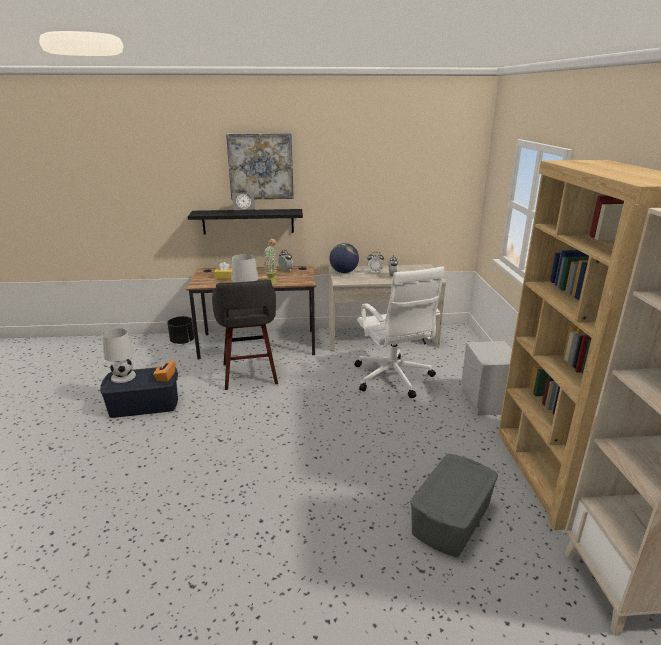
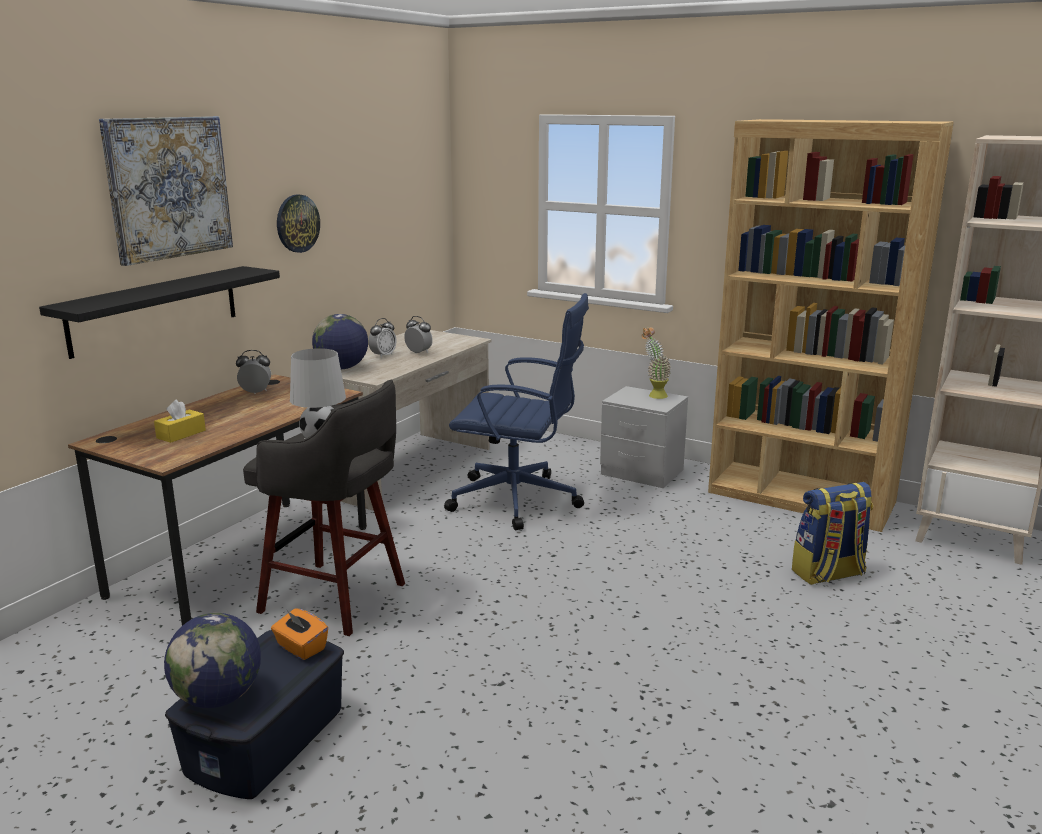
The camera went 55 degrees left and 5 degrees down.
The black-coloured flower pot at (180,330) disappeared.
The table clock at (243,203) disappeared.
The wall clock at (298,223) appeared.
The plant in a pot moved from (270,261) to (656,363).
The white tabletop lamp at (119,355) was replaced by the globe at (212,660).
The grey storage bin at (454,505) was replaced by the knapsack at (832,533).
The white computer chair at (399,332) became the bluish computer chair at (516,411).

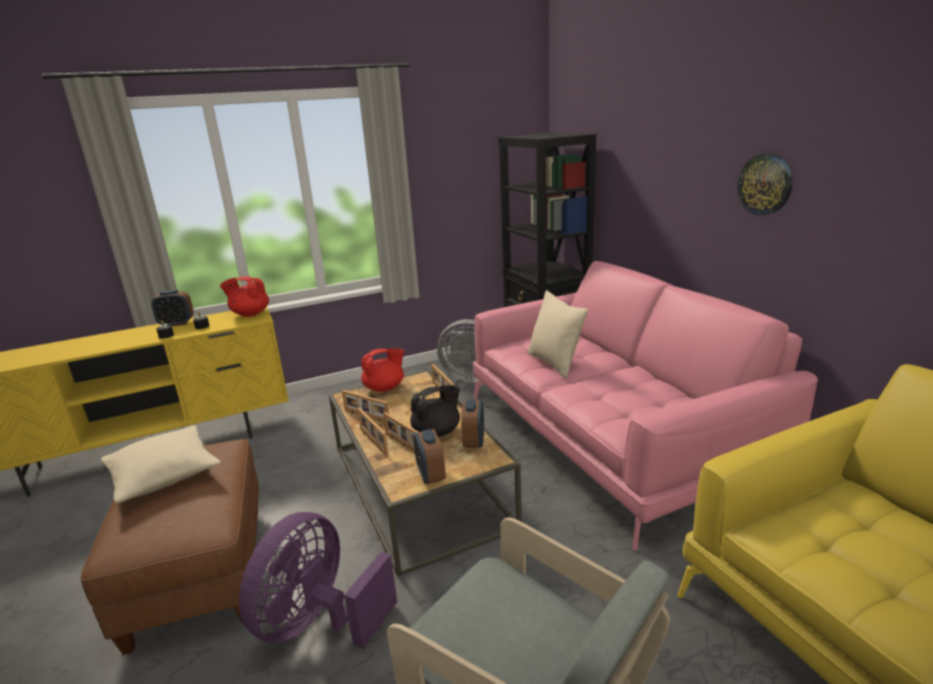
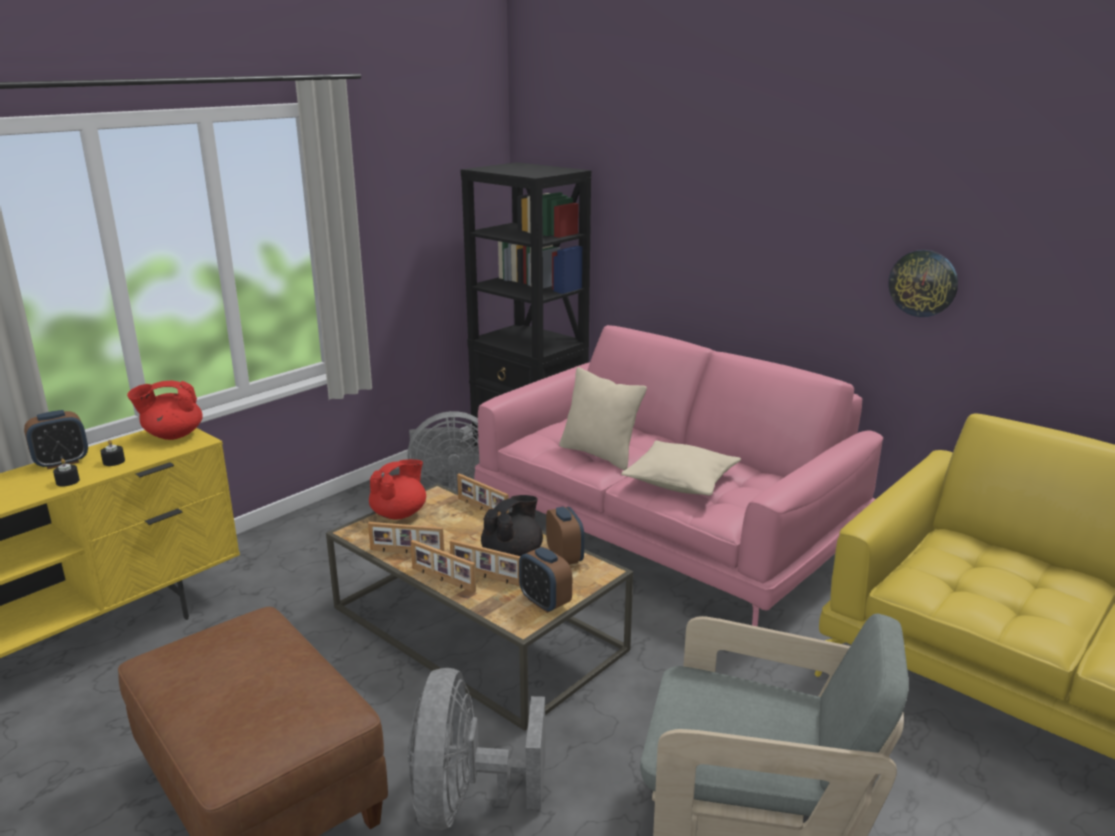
The camera went 25 degrees left and 0 degrees up.
The sand-coloured pillow moved from (161,464) to (681,468).
The wall clock moved from (764,184) to (923,283).
The purplish cooling fan at (318,580) became the grey cooling fan at (476,749).

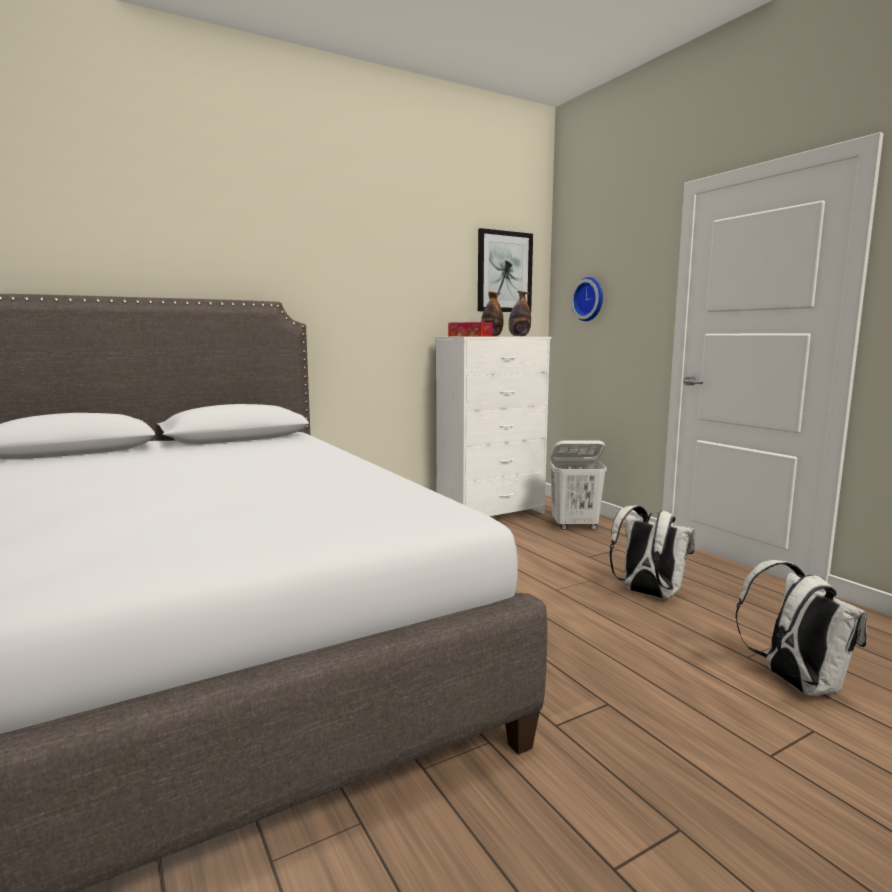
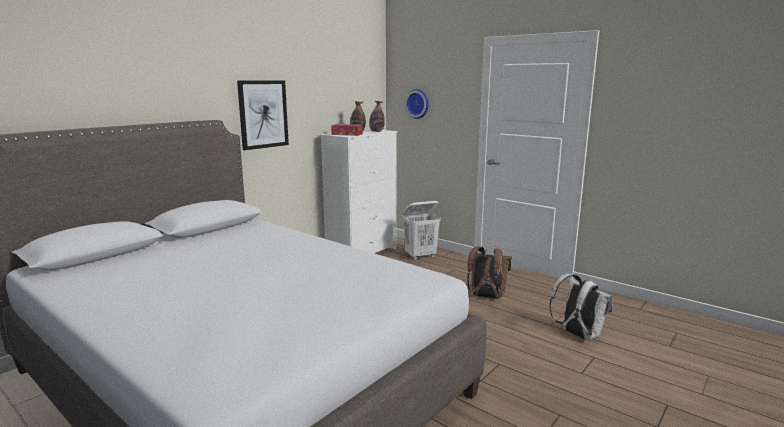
The camera went 20 degrees left and 5 degrees up.
The wall picture moved from (505,270) to (263,115).
The white knapsack at (652,552) became the brown knapsack at (489,272).

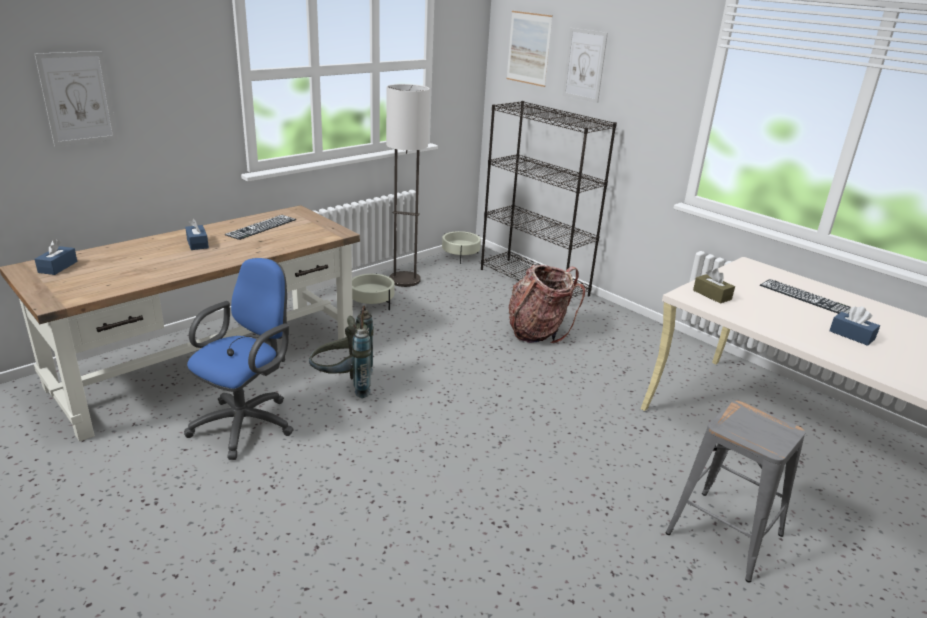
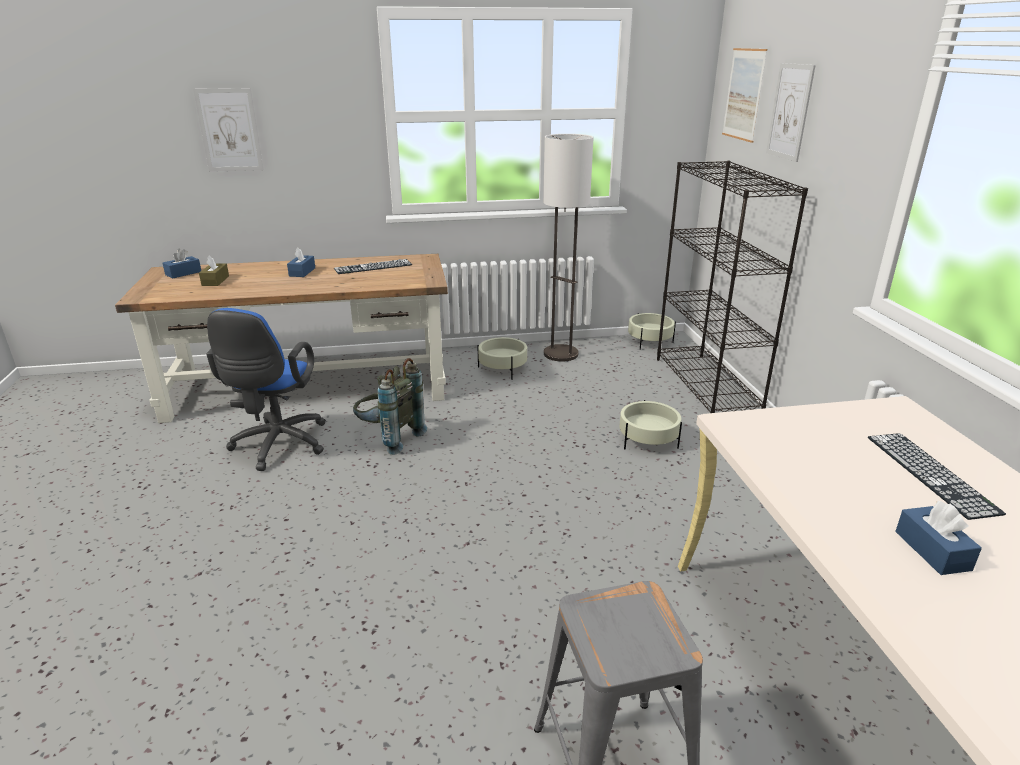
The camera went 35 degrees right and 0 degrees up.
The brown tissue holder moved from (714,286) to (214,270).
The knapsack at (547,304) was replaced by the sand-coloured flower pot at (651,425).
The bluish computer chair at (239,359) turned 120 degrees clockwise.

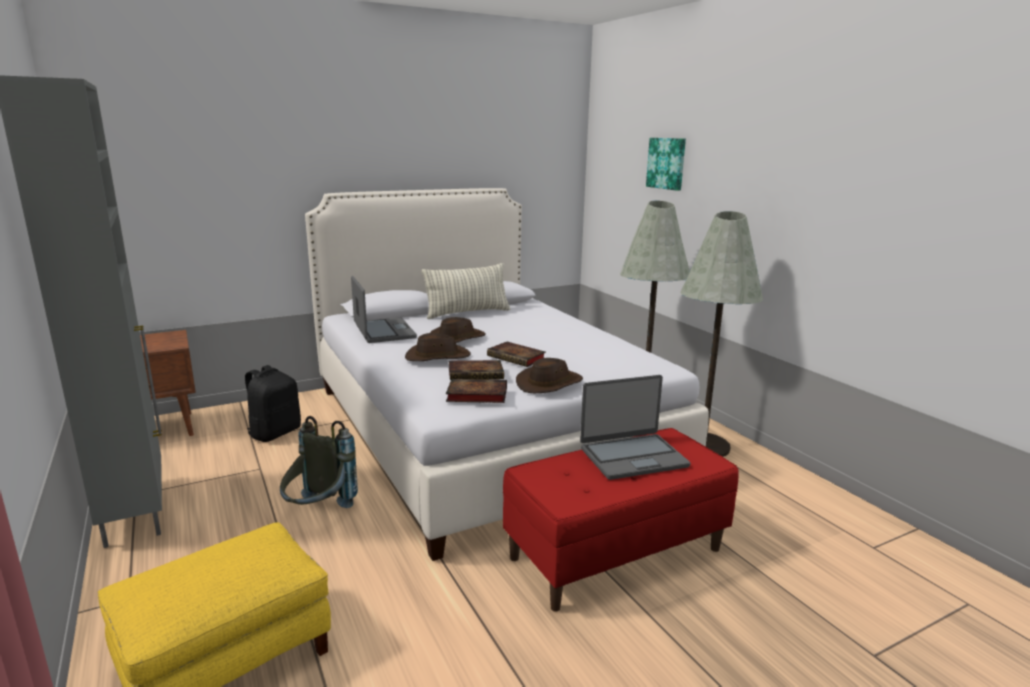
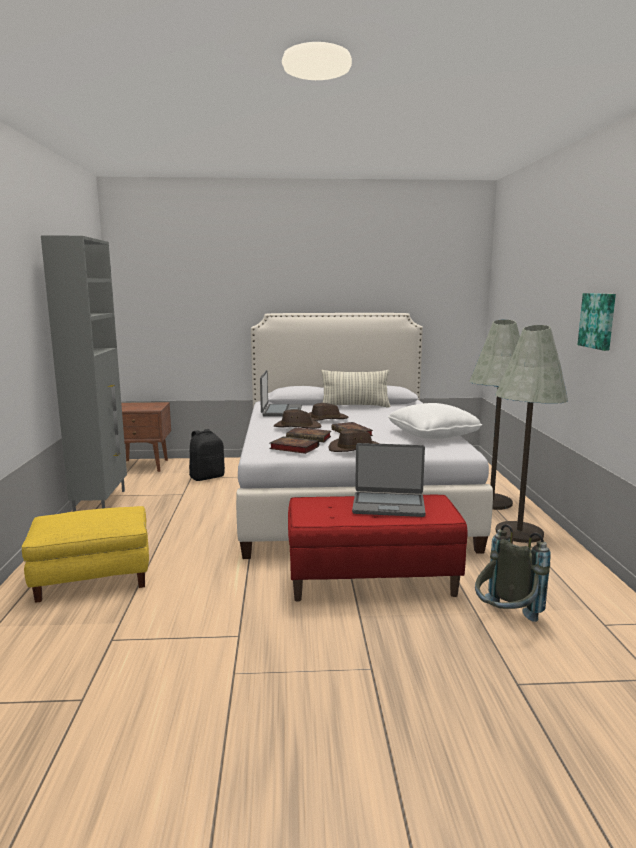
The camera went 25 degrees right and 5 degrees down.
The white pillow at (435,421) appeared.
The grey knapsack moved from (319,462) to (513,573).
The wall picture moved from (666,164) to (597,322).

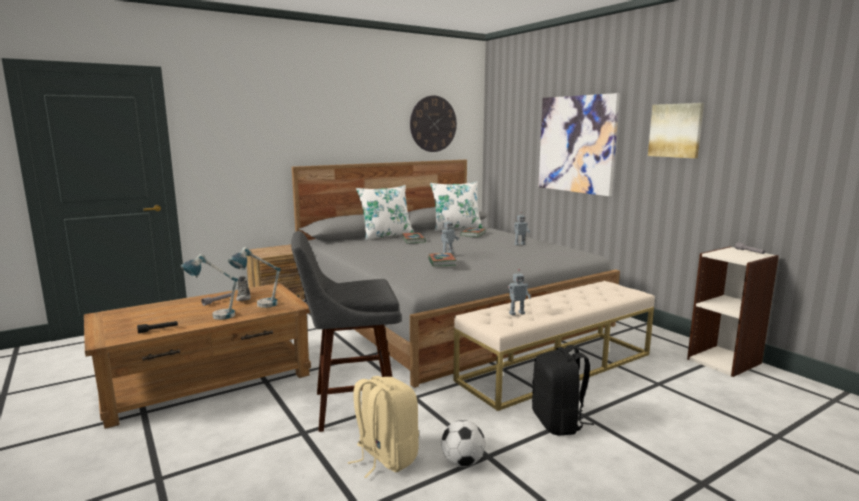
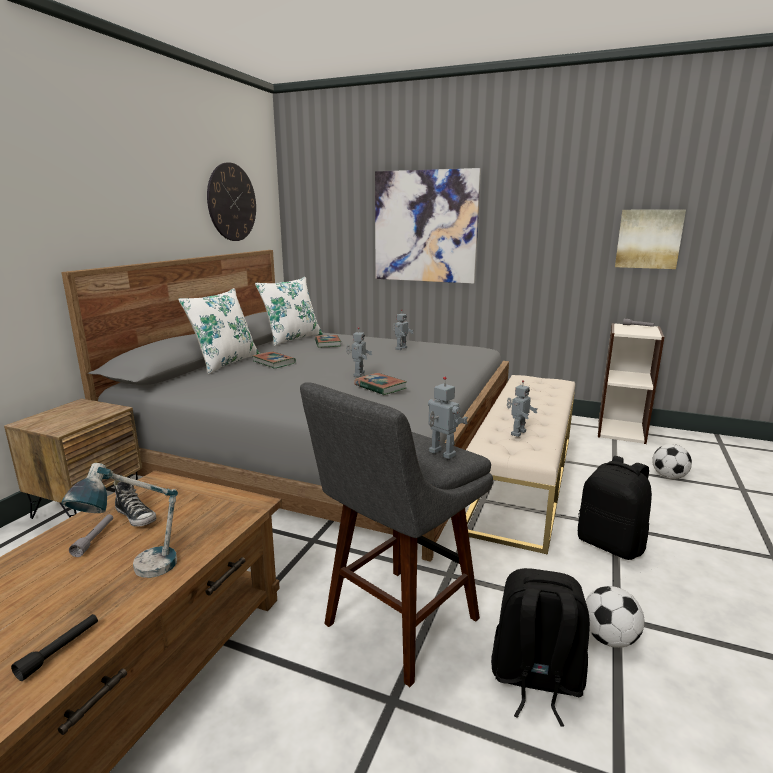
The camera went 35 degrees left and 5 degrees up.
The tabletop lamp at (254,277) disappeared.
The toy robot at (448,418) appeared.
The ball for football at (672,461) appeared.
The wall picture moved from (676,130) to (650,239).
The sand-coloured knapsack at (383,427) became the black-coloured knapsack at (540,647).

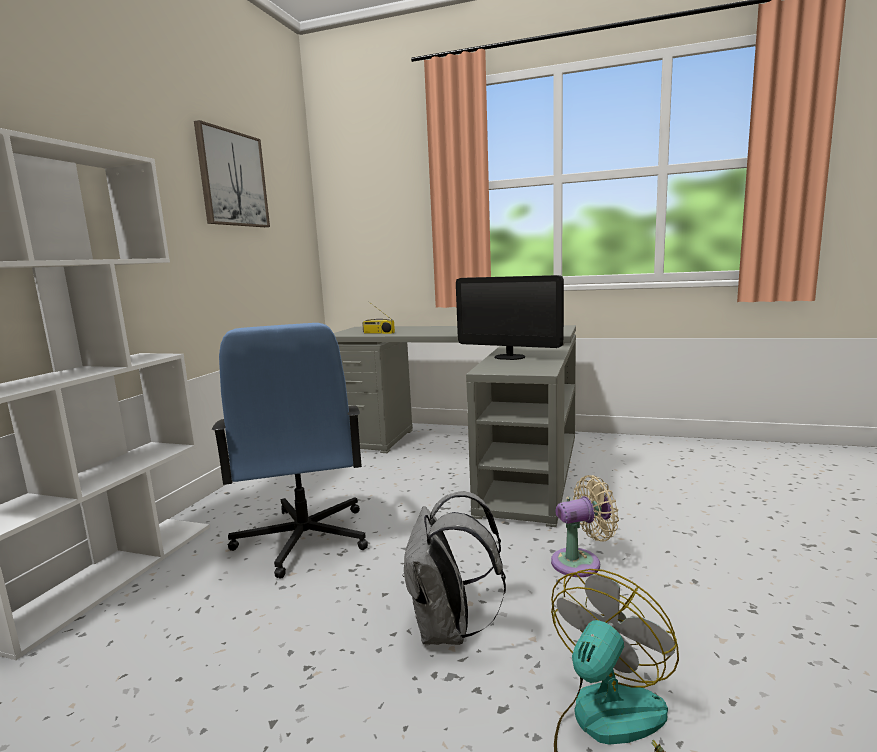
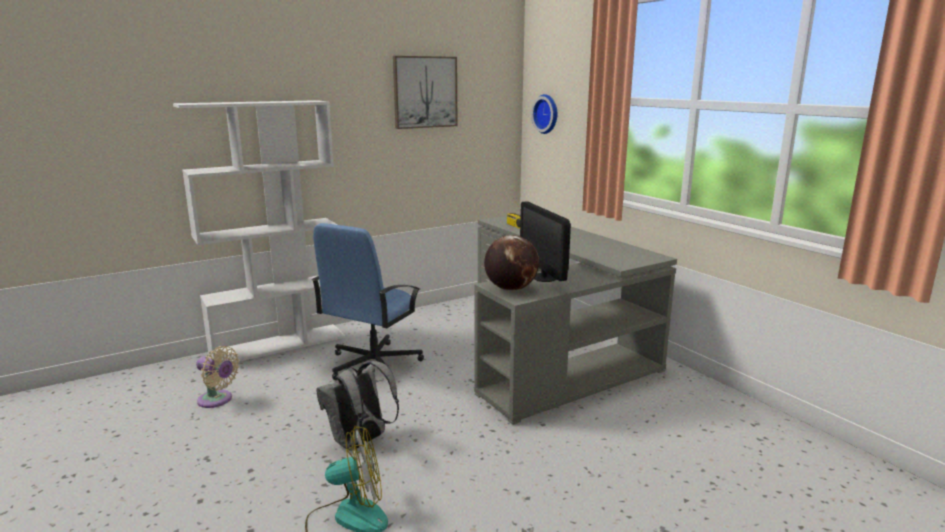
The camera went 40 degrees right and 5 degrees up.
The globe at (511,263) appeared.
The wall clock at (544,114) appeared.
The sand-coloured cooling fan moved from (585,526) to (218,377).

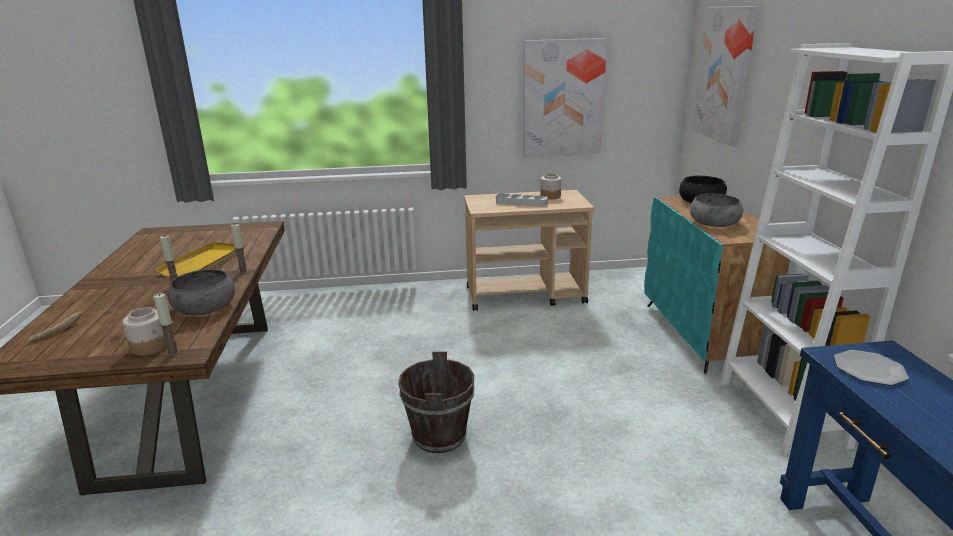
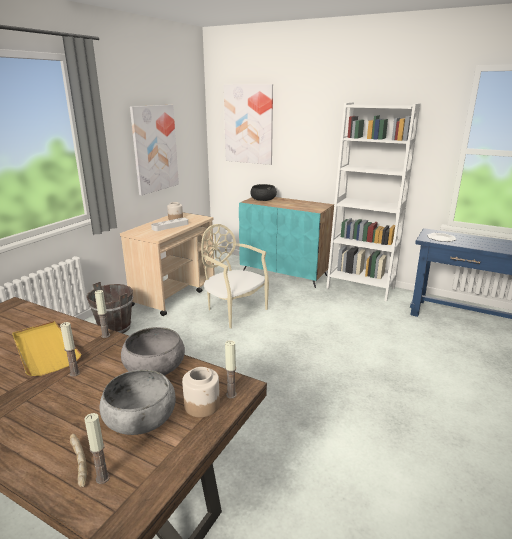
The camera went 55 degrees left and 0 degrees up.
The candle at (97,448) appeared.
The sand-coloured upright chair at (235,276) appeared.
The brown bucket moved from (436,402) to (109,307).
The grey deep dish moved from (717,210) to (138,402).

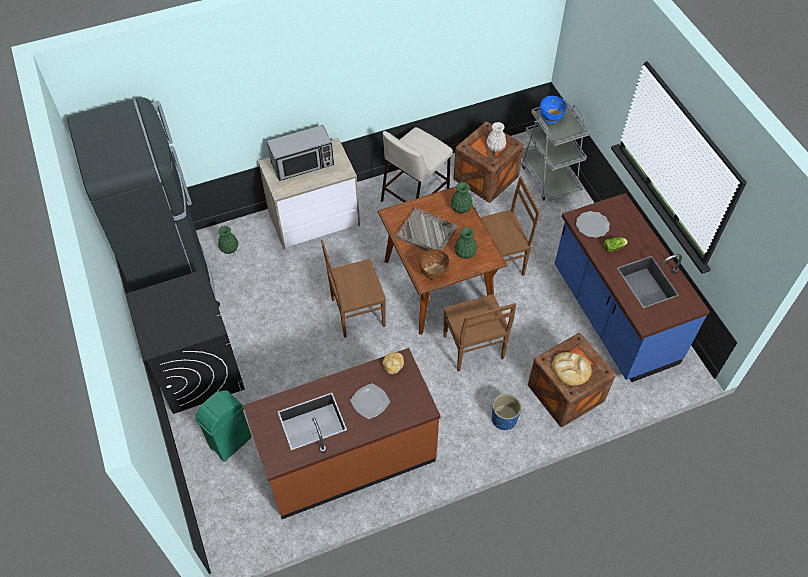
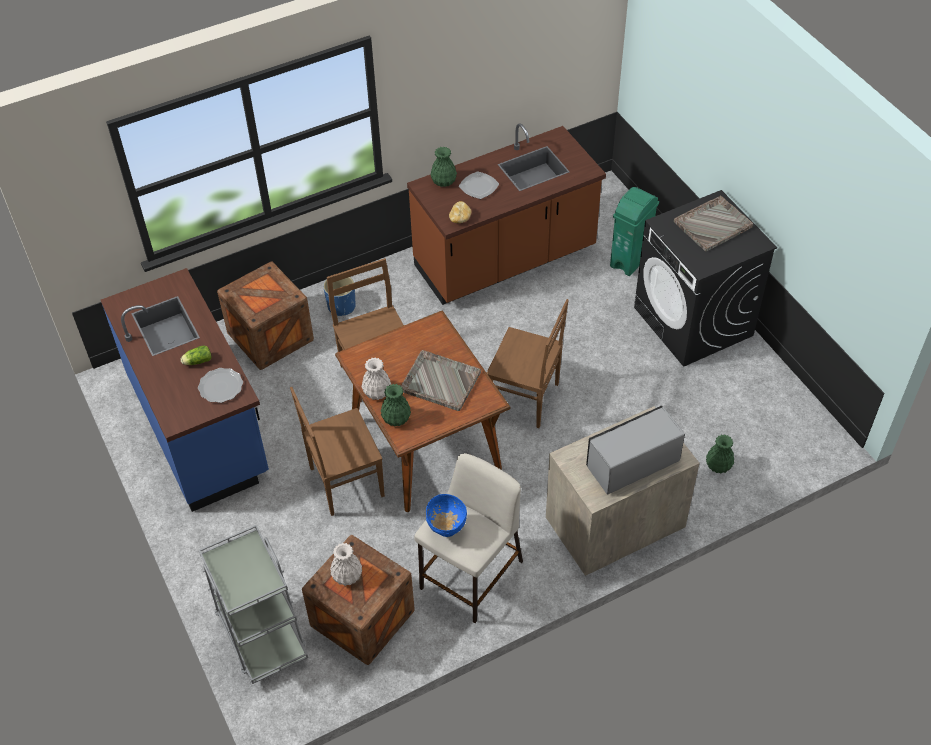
The camera went 175 degrees right and 5 degrees down.
The black-coloured refrigerator at (141,196) disappeared.
The brown deep dish at (434,264) disappeared.
The baked bread at (572,369) disappeared.
The white vase at (376,378) appeared.
The grey carrying tray at (713,223) appeared.
The greenish vase moved from (465,243) to (444,167).
The bluish deep dish moved from (553,110) to (446,515).
The brown upright chair at (353,289) turned 45 degrees clockwise.

